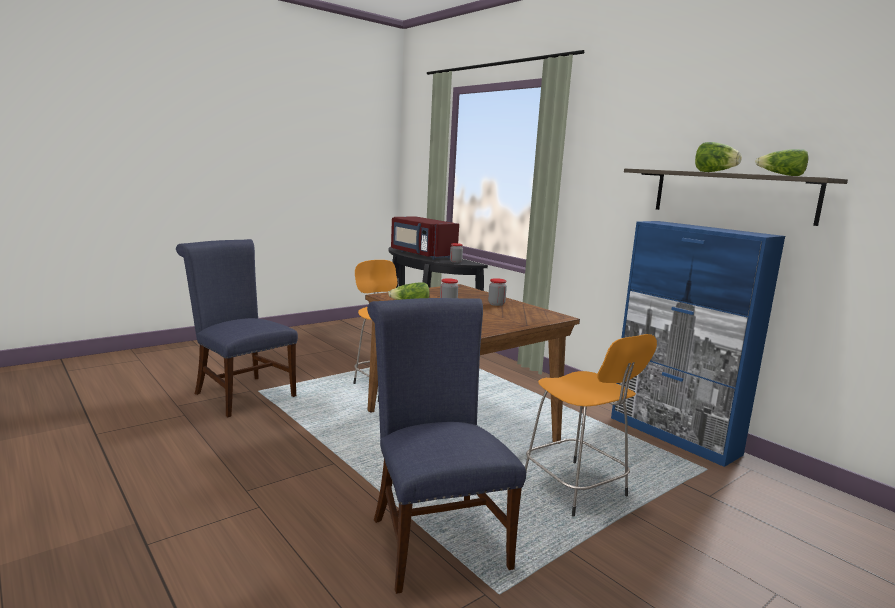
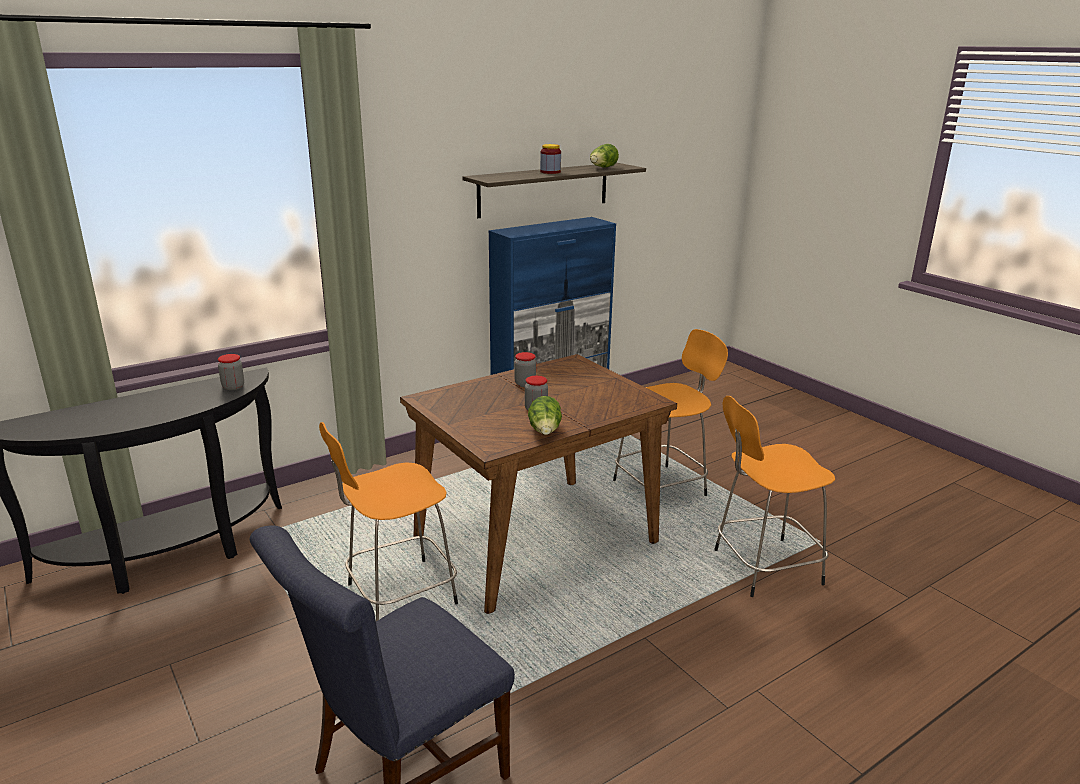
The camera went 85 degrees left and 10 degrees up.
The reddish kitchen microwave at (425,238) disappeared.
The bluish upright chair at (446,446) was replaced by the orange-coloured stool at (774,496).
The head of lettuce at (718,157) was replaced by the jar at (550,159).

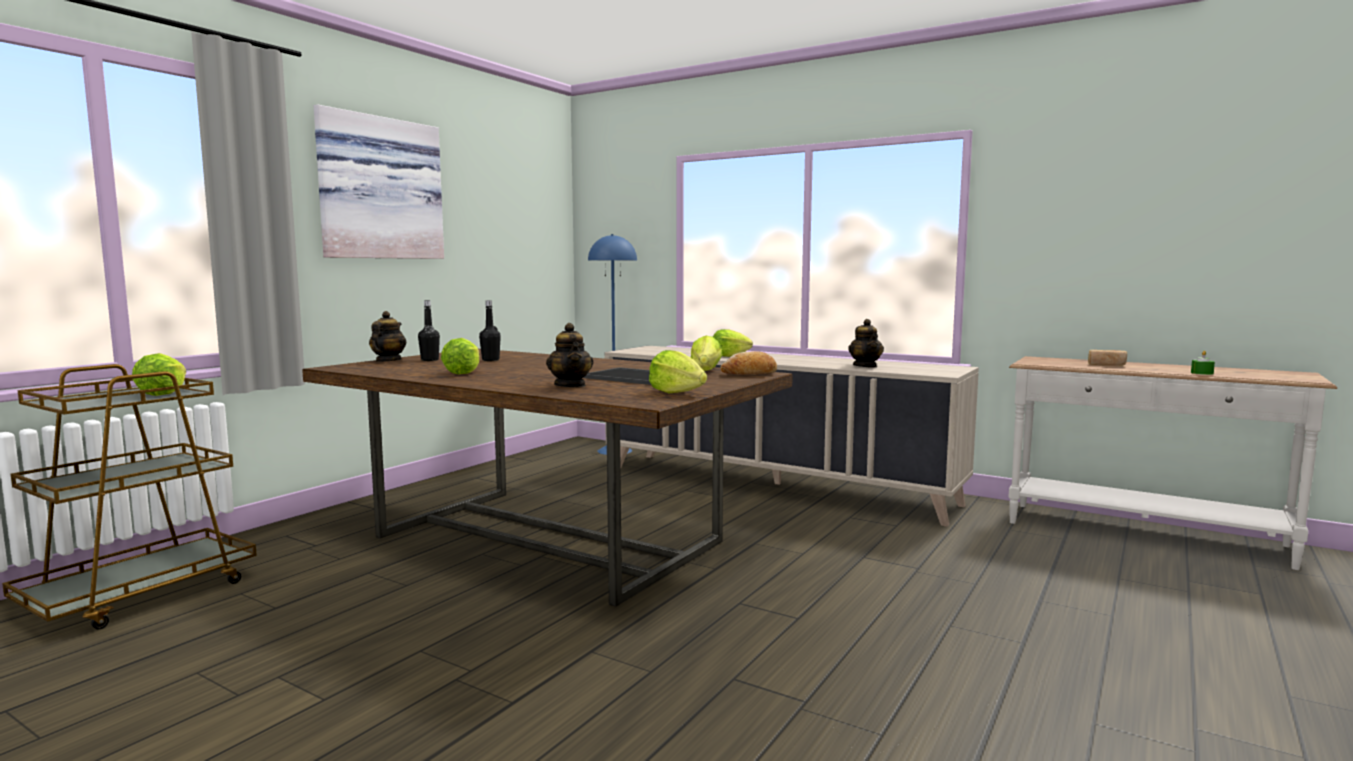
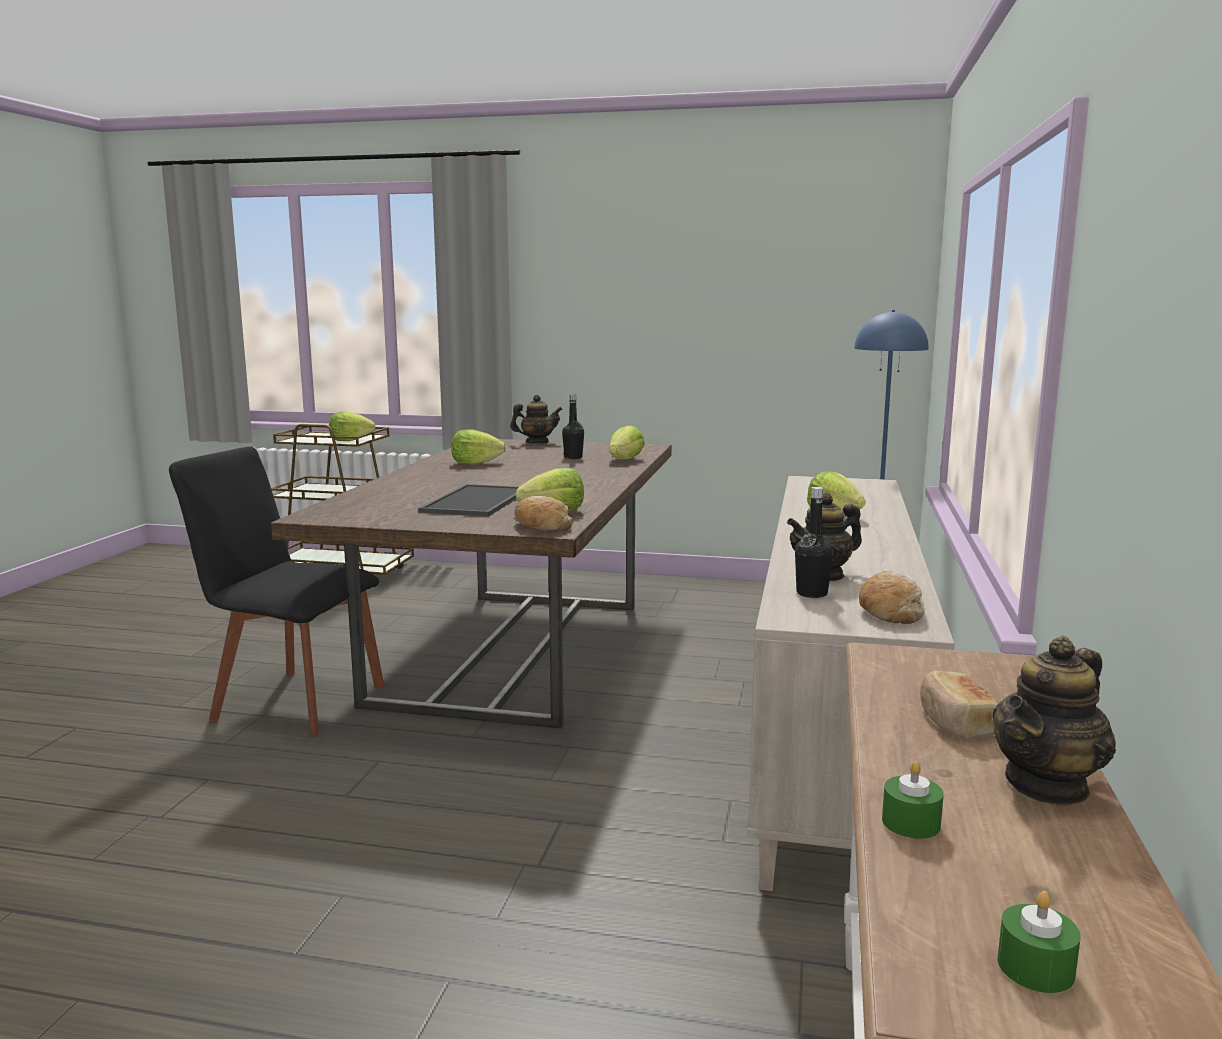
The camera went 70 degrees right and 5 degrees up.
The wall picture at (379,182) disappeared.
The black-coloured upright chair at (276,591) appeared.
The baked bread at (892,597) appeared.
The greenish candle at (1039,942) appeared.
The black-coloured bottle moved from (429,330) to (814,542).
The pot for tea moved from (569,355) to (1054,721).
The head of lettuce moved from (678,372) to (627,442).

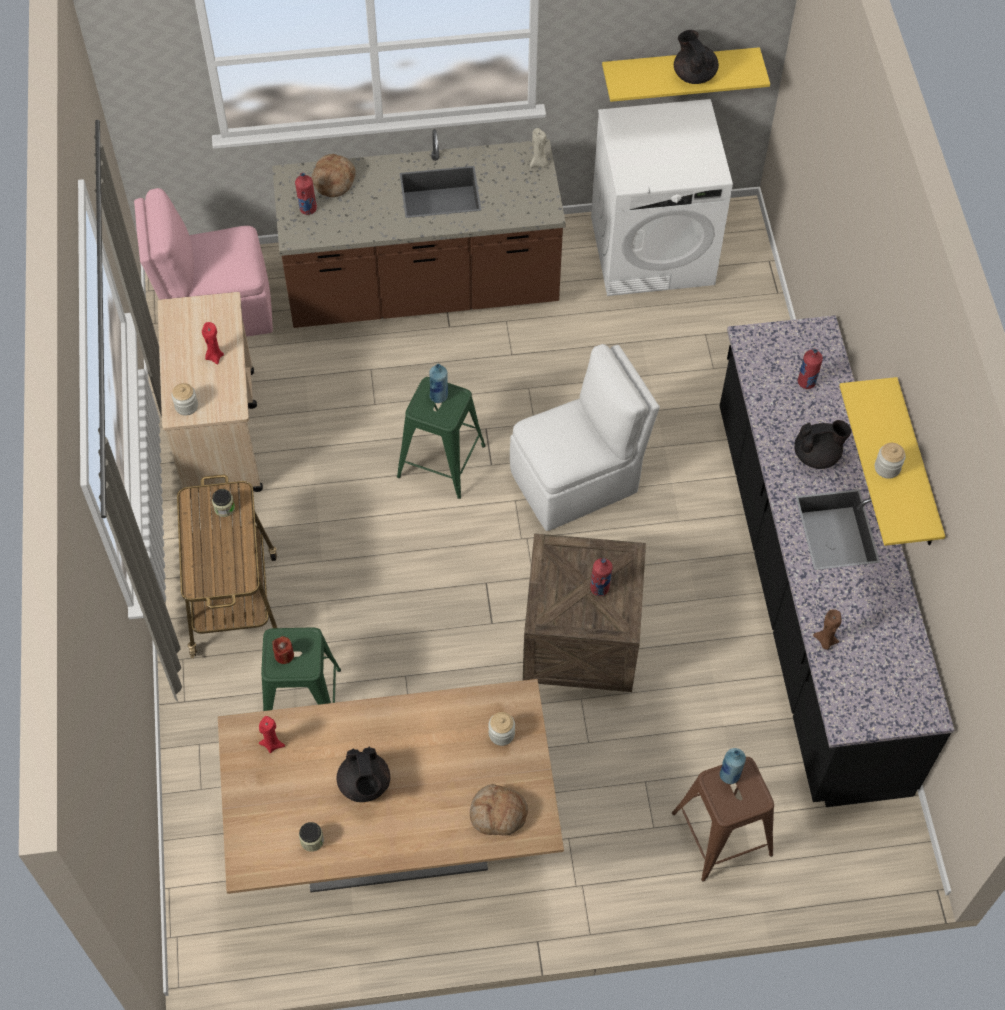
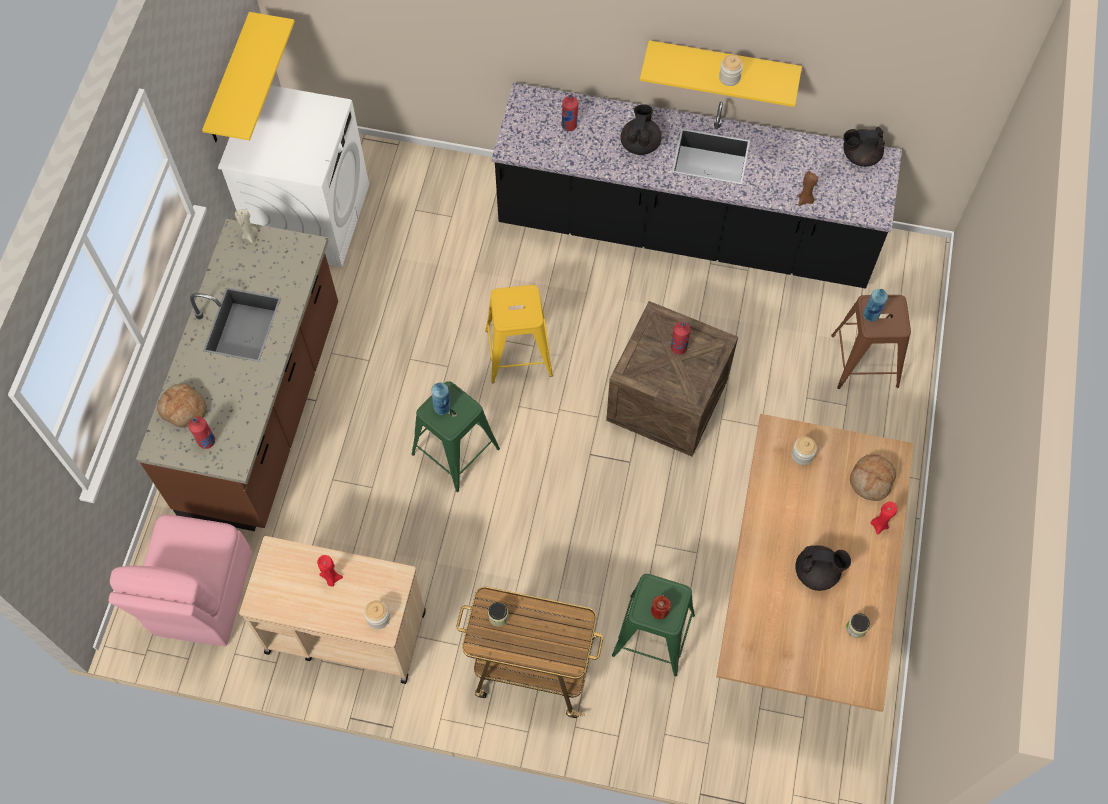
The camera went 70 degrees left and 5 degrees up.
The reddish candle moved from (272,734) to (884,518).
The black-coloured pot for tea moved from (696,57) to (864,147).
The white upright chair at (585,437) was replaced by the yellowish stool at (519,334).

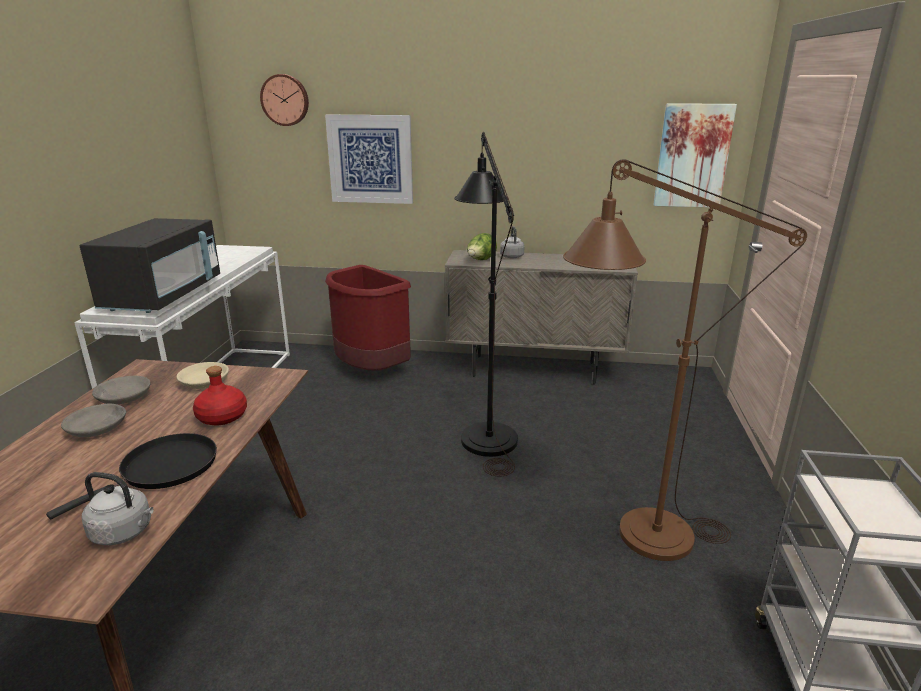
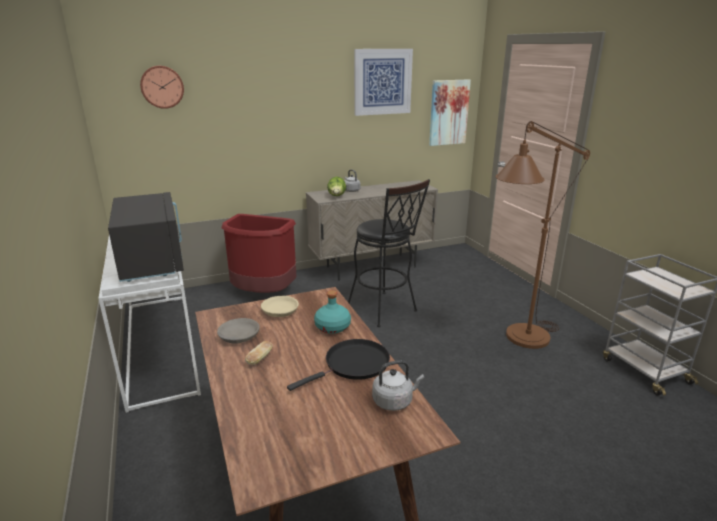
The camera went 30 degrees left and 0 degrees up.
The wall picture moved from (369,159) to (383,82).
The grey deep dish at (93,420) was replaced by the baked bread at (259,353).
The black-coloured standing lamp at (486,304) was replaced by the black-coloured stool at (389,253).
The reddish bottle at (220,395) became the blue-green bottle at (332,312).
The black-coloured skillet at (131,476) turned 45 degrees clockwise.

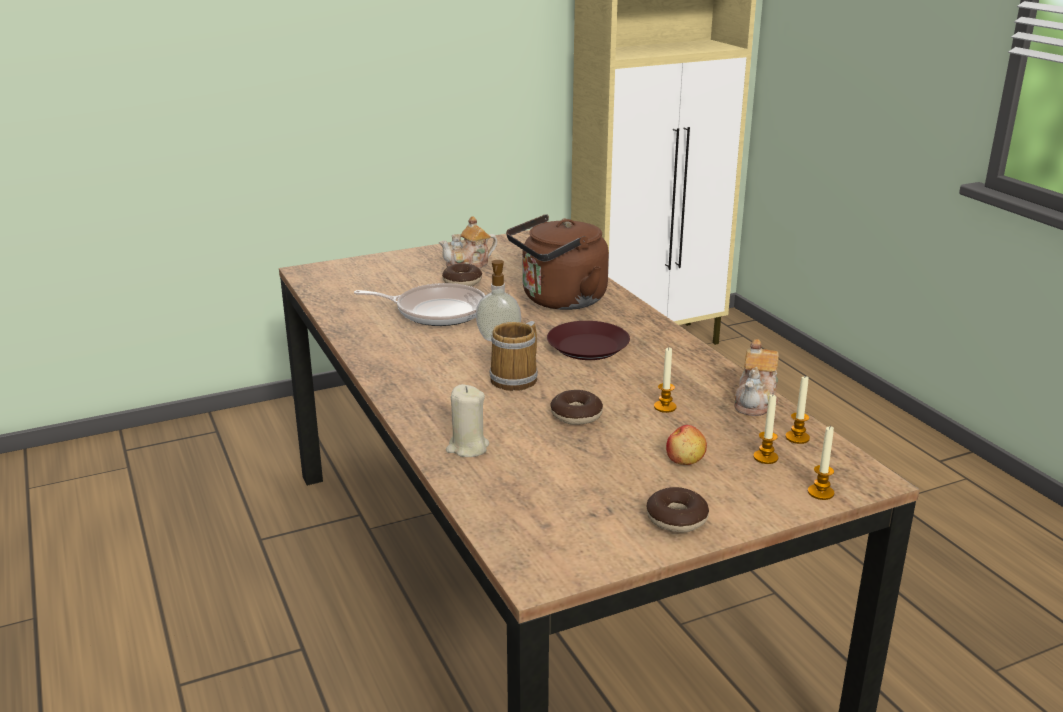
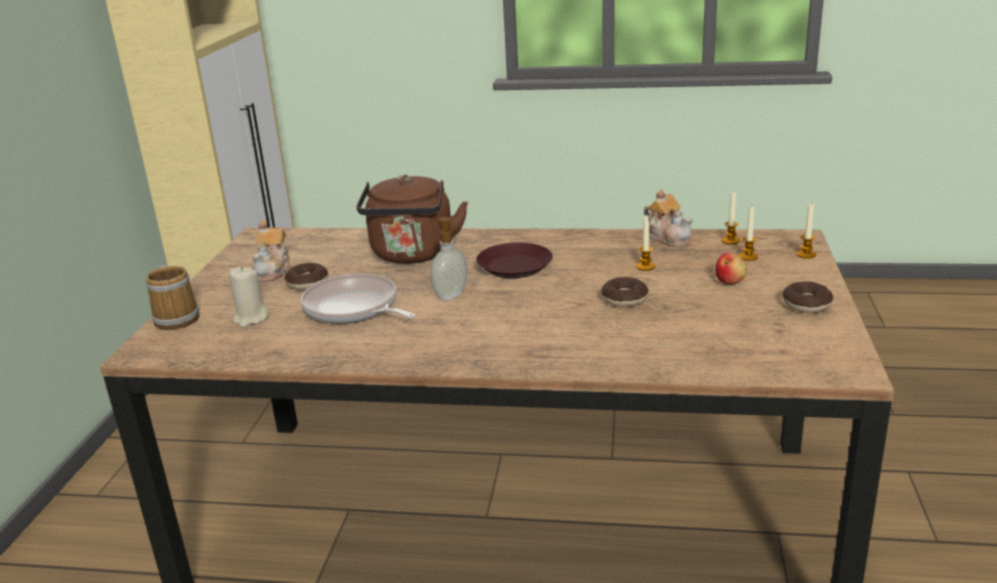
The camera went 55 degrees left and 0 degrees up.
The sand-coloured candle moved from (467,420) to (249,296).
The mug moved from (513,356) to (173,297).
The skillet at (419,304) turned 90 degrees counterclockwise.

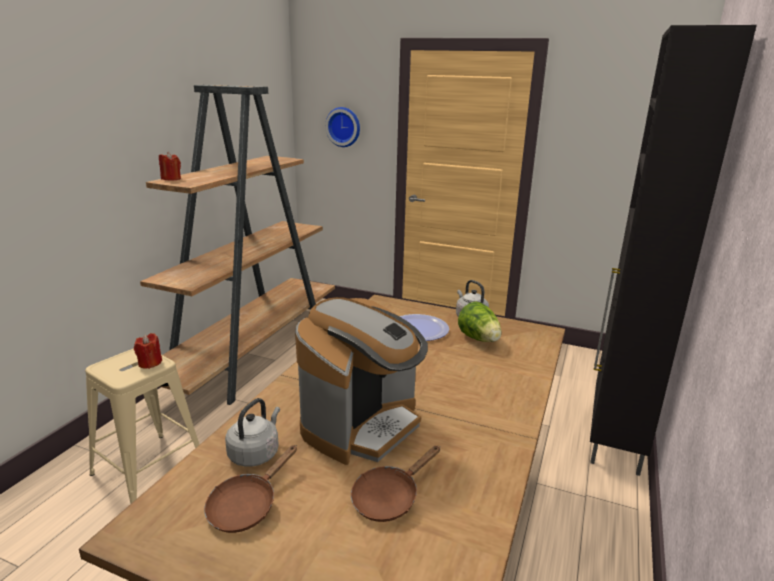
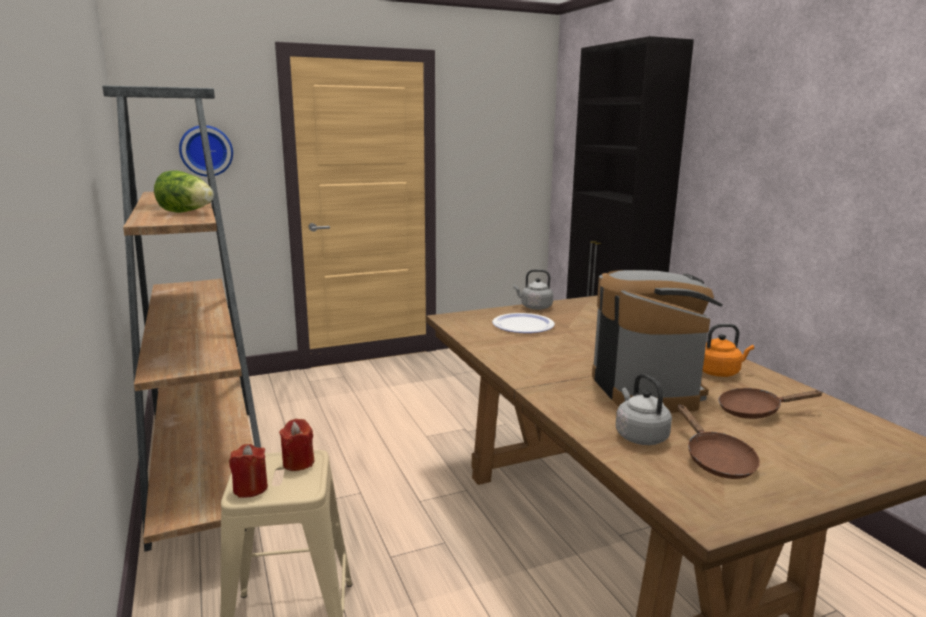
The camera went 45 degrees left and 5 degrees down.
The orange-coloured tea kettle at (728,350) appeared.
The reddish candle moved from (170,166) to (248,471).
The head of lettuce moved from (480,321) to (184,191).
The brown skillet at (395,484) turned 90 degrees clockwise.

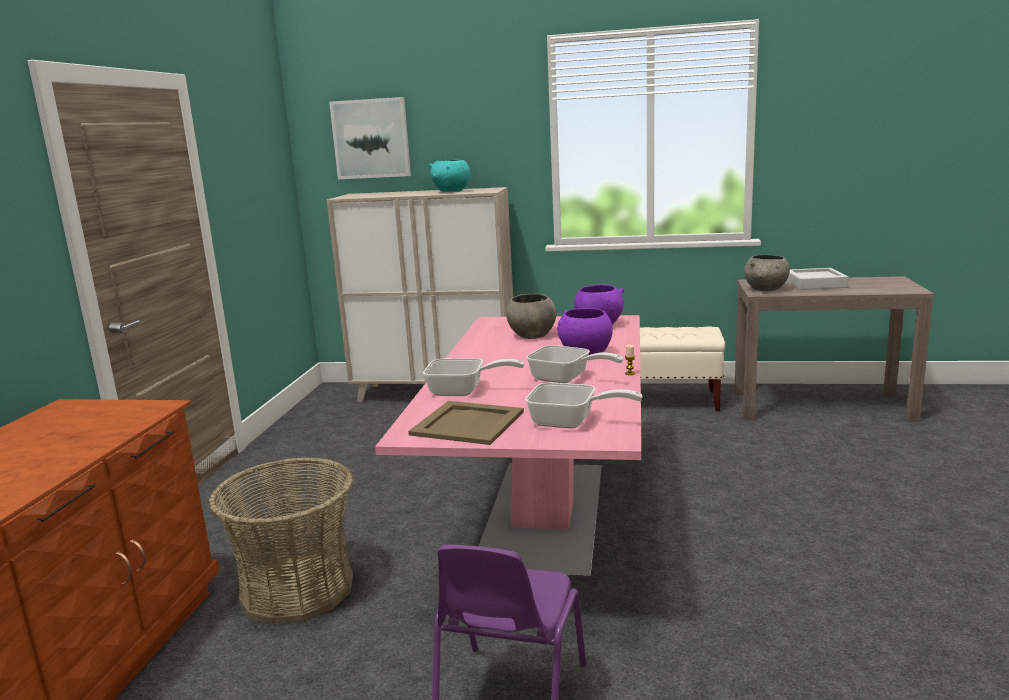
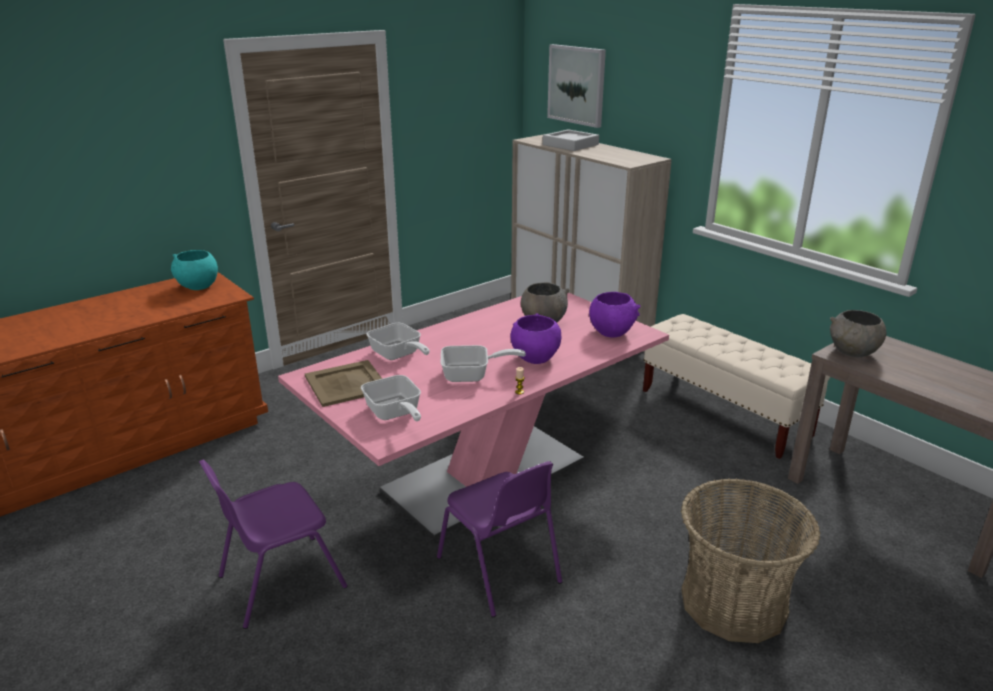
The camera went 40 degrees right and 10 degrees up.
The purplish upright chair at (499,539) appeared.
The basket moved from (281,541) to (751,560).
The blue-green deep dish moved from (449,176) to (194,270).
The grey carrying tray moved from (817,279) to (571,140).
The skillet at (574,364) turned 75 degrees counterclockwise.

